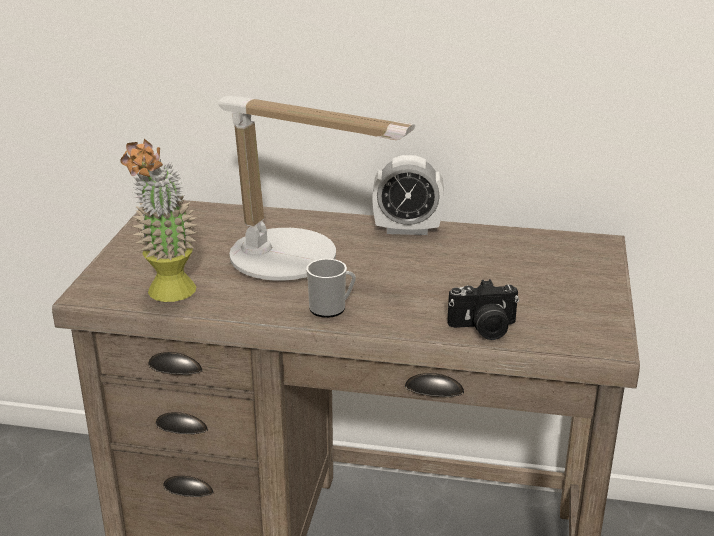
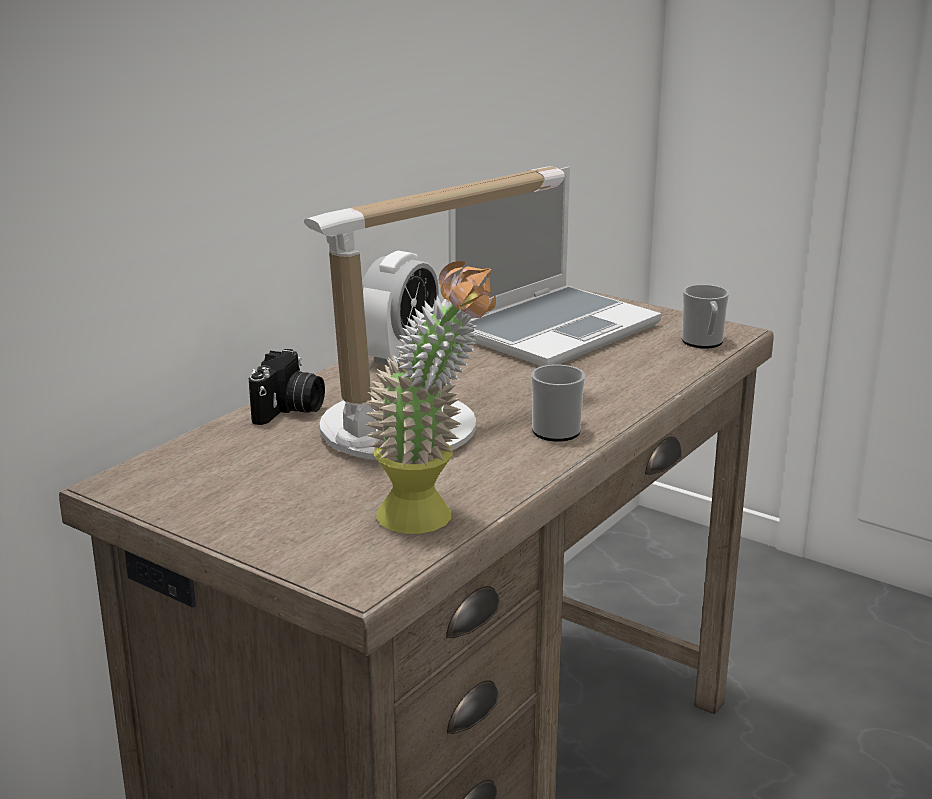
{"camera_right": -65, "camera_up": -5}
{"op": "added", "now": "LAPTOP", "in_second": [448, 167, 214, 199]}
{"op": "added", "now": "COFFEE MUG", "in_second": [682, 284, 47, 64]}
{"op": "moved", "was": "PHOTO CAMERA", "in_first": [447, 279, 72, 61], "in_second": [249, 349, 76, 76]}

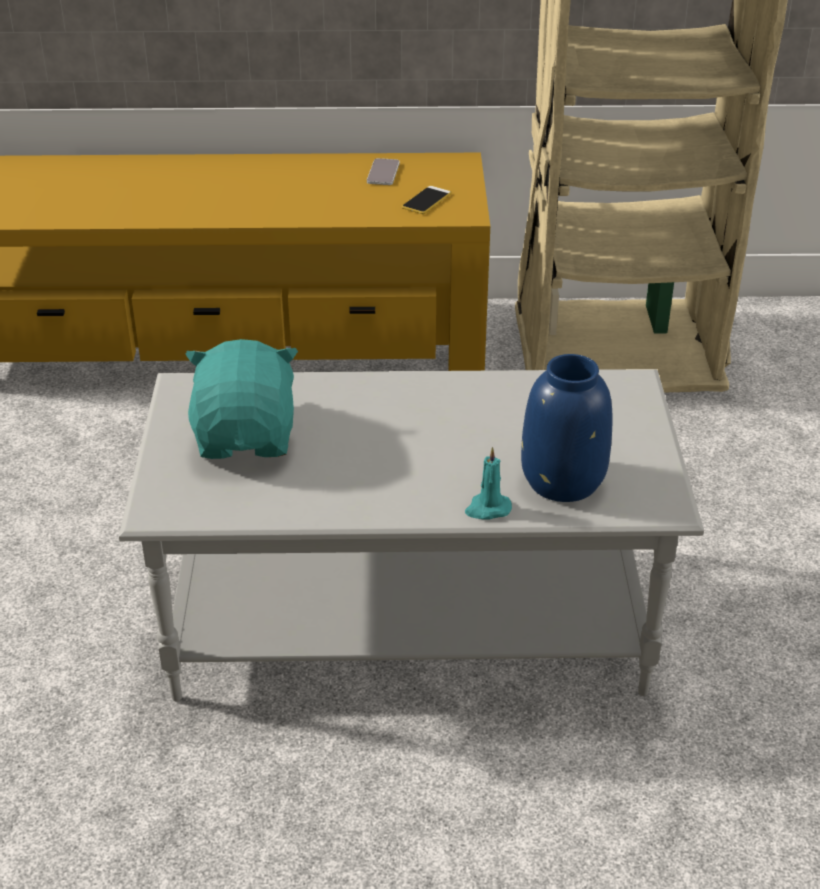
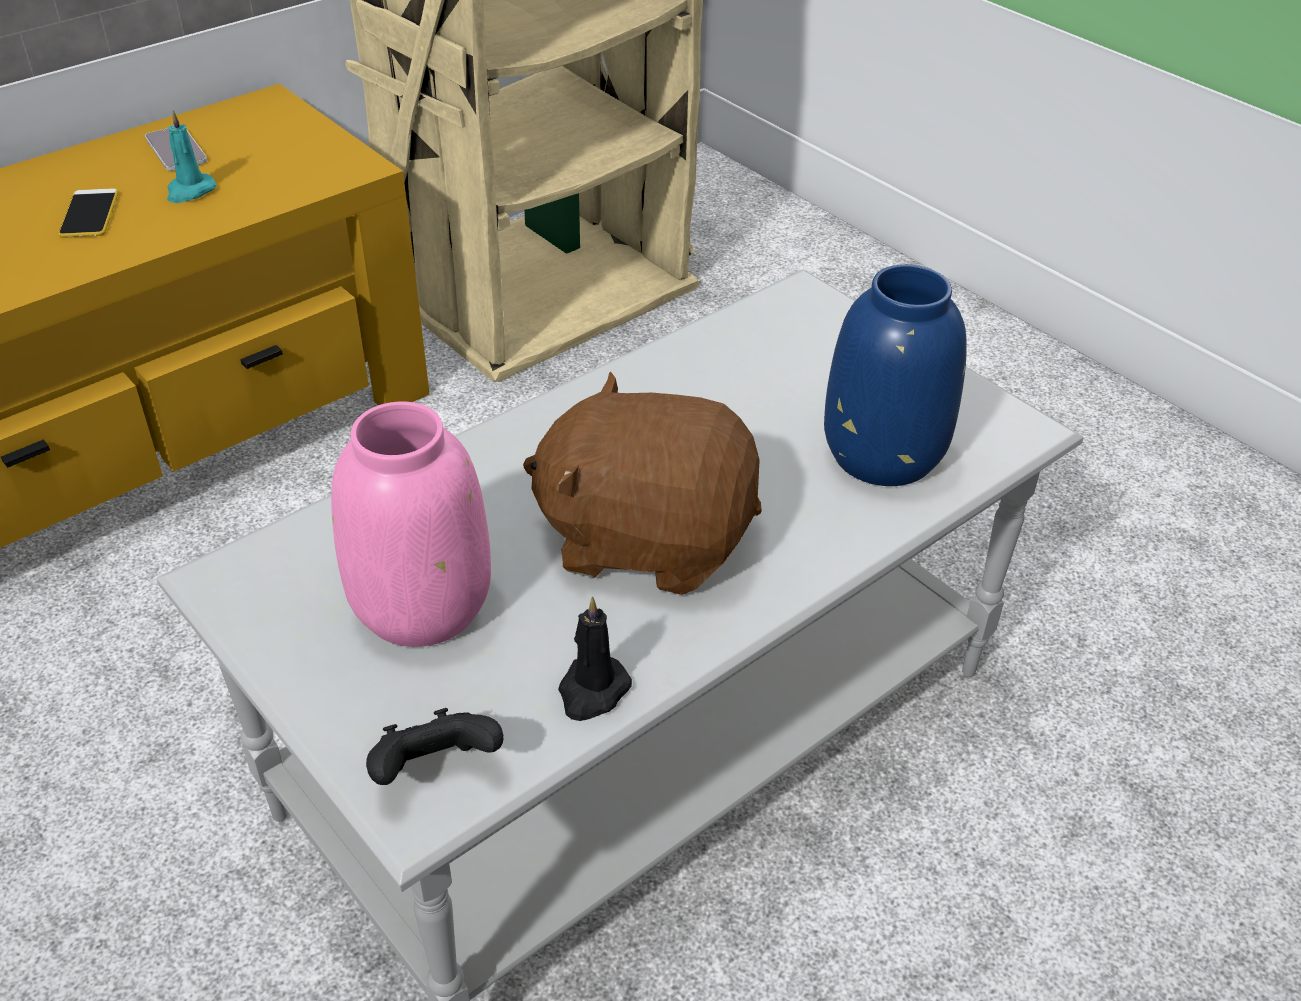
{"camera_right": -40, "camera_up": 5}
{"op": "added", "now": "BLACK-COLOURED GAME CONTROLLER", "in_second": [366, 708, 137, 77]}
{"op": "added", "now": "BROWNISH SOFT TOY", "in_second": [523, 372, 239, 223]}
{"op": "added", "now": "BLACK-COLOURED CANDLE", "in_second": [558, 596, 74, 125]}
{"op": "moved", "was": "PHONE", "in_first": [402, 186, 50, 28], "in_second": [58, 188, 61, 50]}
{"op": "moved", "was": "TURQUOISE-COLOURED CANDLE", "in_first": [465, 447, 47, 73], "in_second": [167, 109, 49, 94]}
{"op": "replaced", "was": "TURQUOISE-COLOURED SOFT TOY", "now": "PINK FLOWER VASE", "in_first": [185, 339, 113, 120], "in_second": [331, 401, 160, 246]}

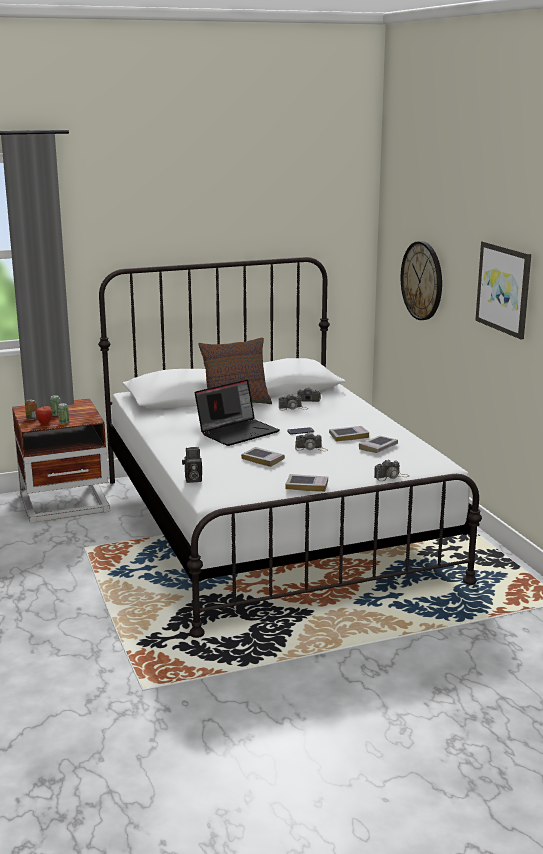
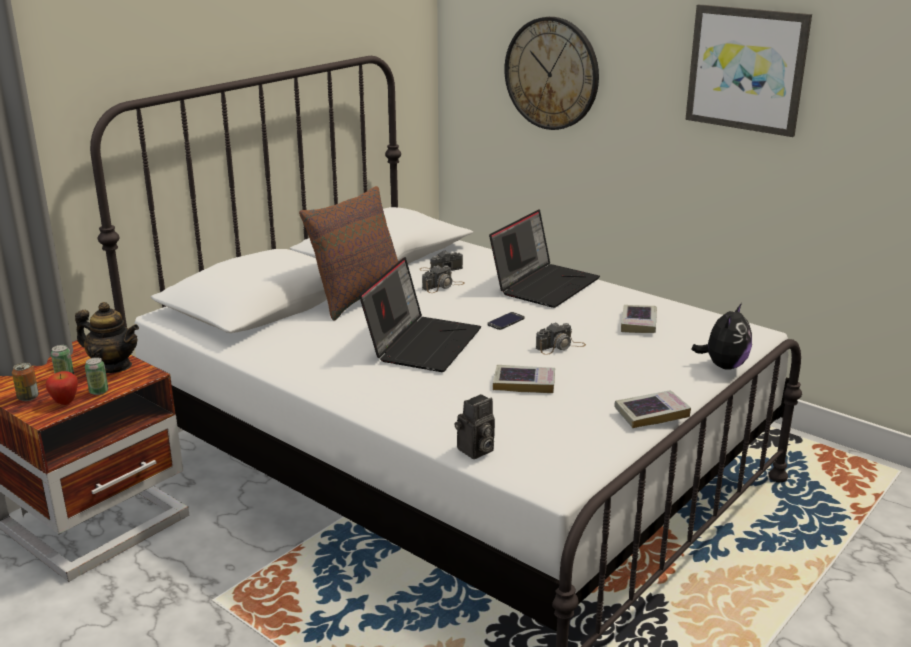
{"camera_right": -30, "camera_up": 5}
{"op": "removed", "was": "BOUND BOOK", "in_first": [329, 426, 40, 16]}
{"op": "added", "now": "TEA POT", "in_second": [75, 302, 64, 71]}
{"op": "added", "now": "LAPTOP", "in_second": [489, 209, 111, 99]}
{"op": "replaced", "was": "PHOTO CAMERA", "now": "SOFT TOY", "in_first": [374, 460, 35, 21], "in_second": [691, 303, 61, 67]}

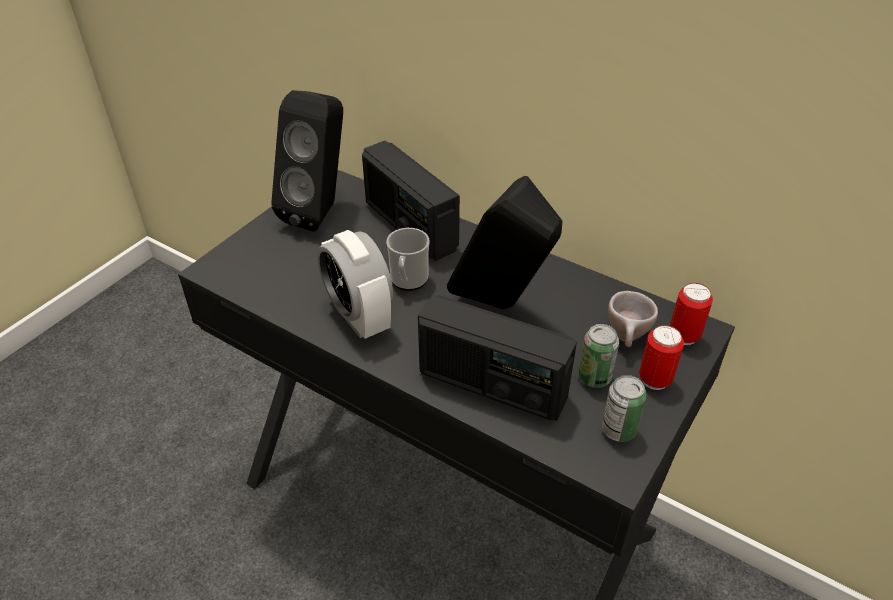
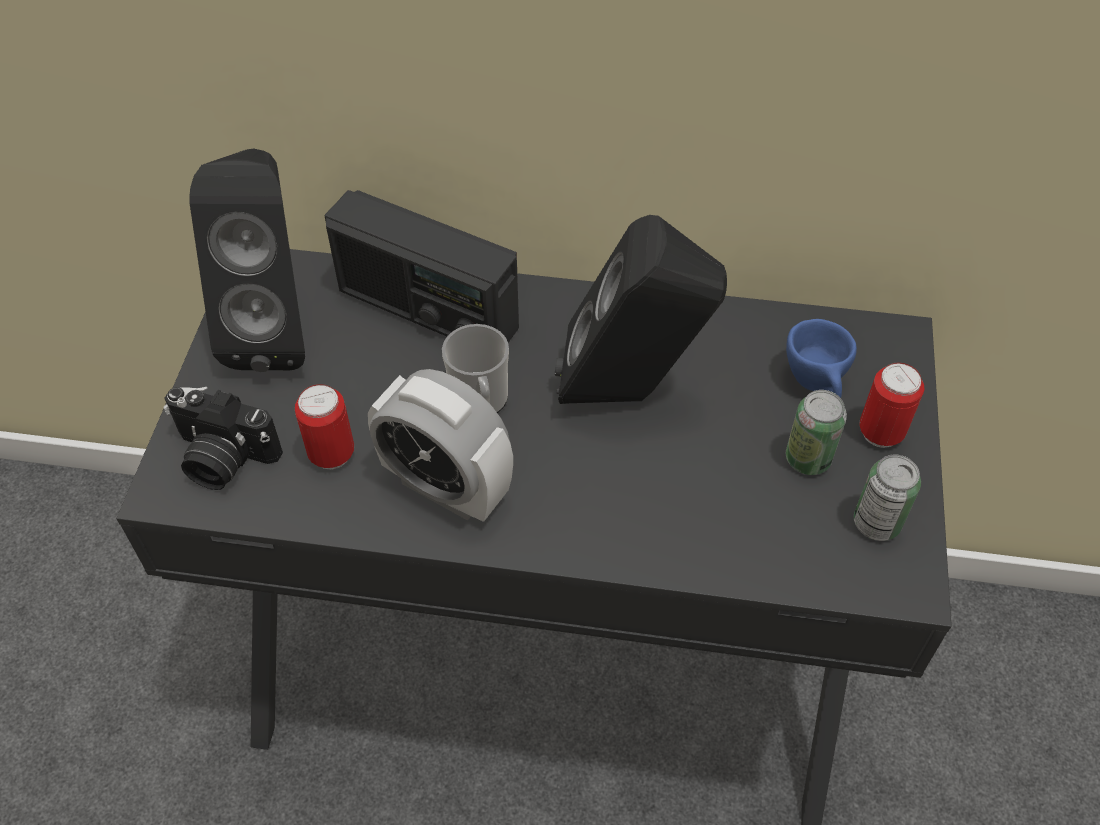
{"camera_right": -25, "camera_up": 10}
{"op": "removed", "was": "RADIO", "in_first": [418, 295, 159, 126]}
{"op": "added", "now": "PHOTO CAMERA", "in_second": [163, 387, 120, 103]}
{"op": "moved", "was": "SEALED CAN", "in_first": [670, 283, 43, 62], "in_second": [295, 384, 59, 86]}
{"op": "recoloured", "was": "SAND-COLOURED CUP", "now": "BLUE-COLOURED CUP", "in_first": [608, 291, 50, 56], "in_second": [786, 319, 71, 79]}

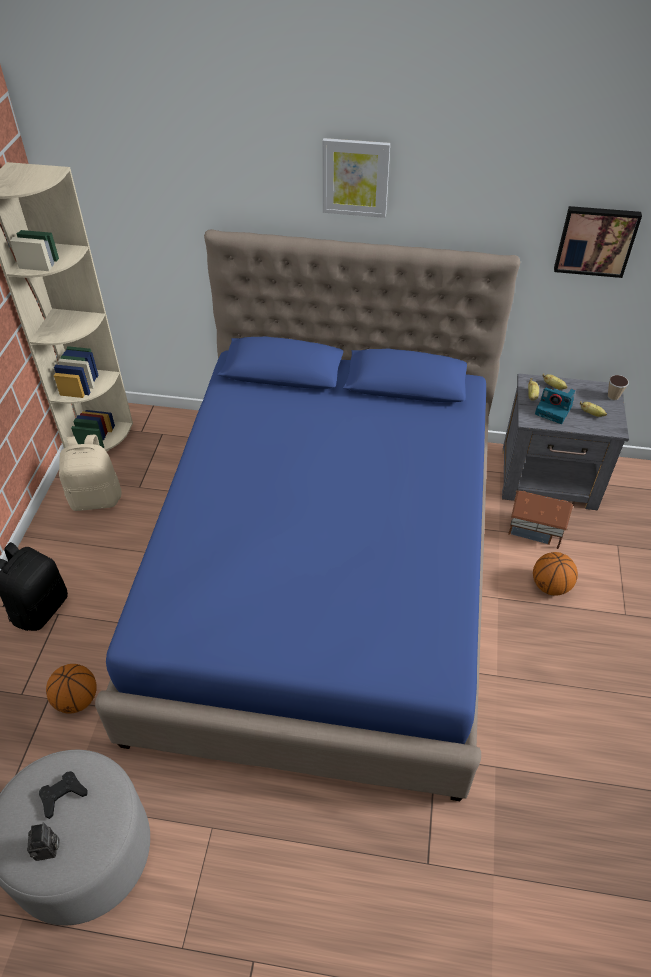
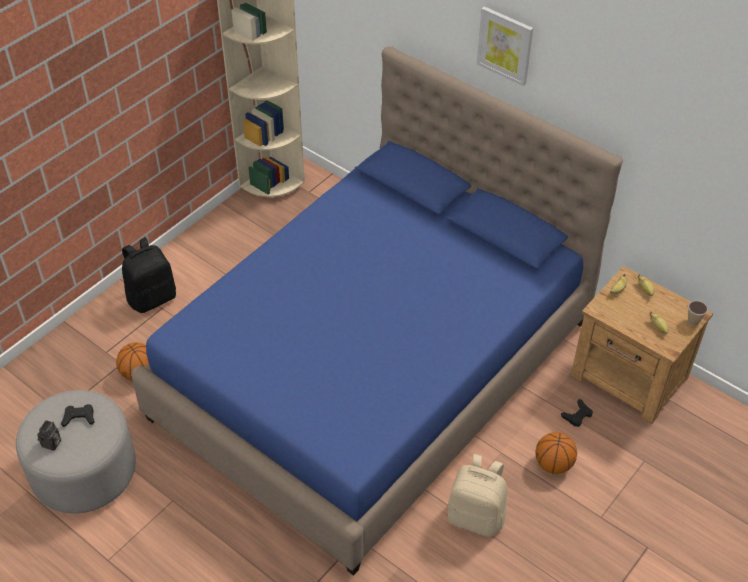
{"camera_right": 30, "camera_up": 0}
{"op": "removed", "was": "PHOTO CAMERA", "in_first": [535, 388, 40, 36]}
{"op": "removed", "was": "PICTURE", "in_first": [554, 206, 88, 72]}
{"op": "moved", "was": "SAND-COLOURED RUCKSACK", "in_first": [59, 435, 63, 76], "in_second": [448, 454, 59, 83]}
{"op": "replaced", "was": "MODEL HOUSE", "now": "BLACK-COLOURED GAME CONTROLLER", "in_first": [508, 490, 65, 59], "in_second": [561, 399, 32, 28]}
{"op": "recoloured", "was": "GRAY NIGHTSTAND", "now": "BROWNISH NIGHTSTAND", "in_first": [502, 373, 127, 137], "in_second": [571, 266, 142, 158]}

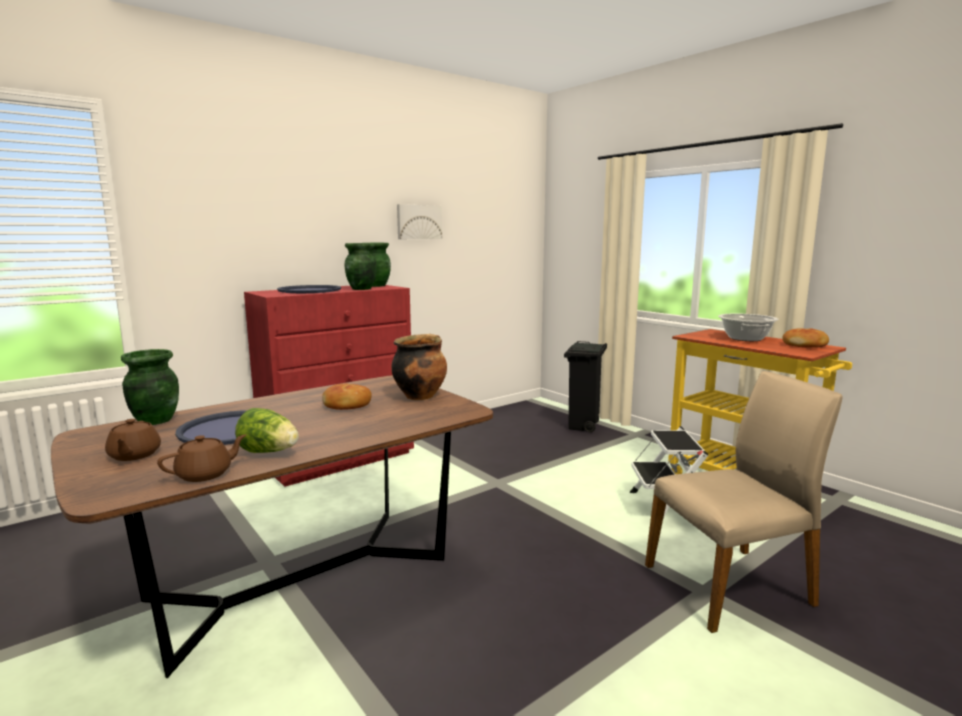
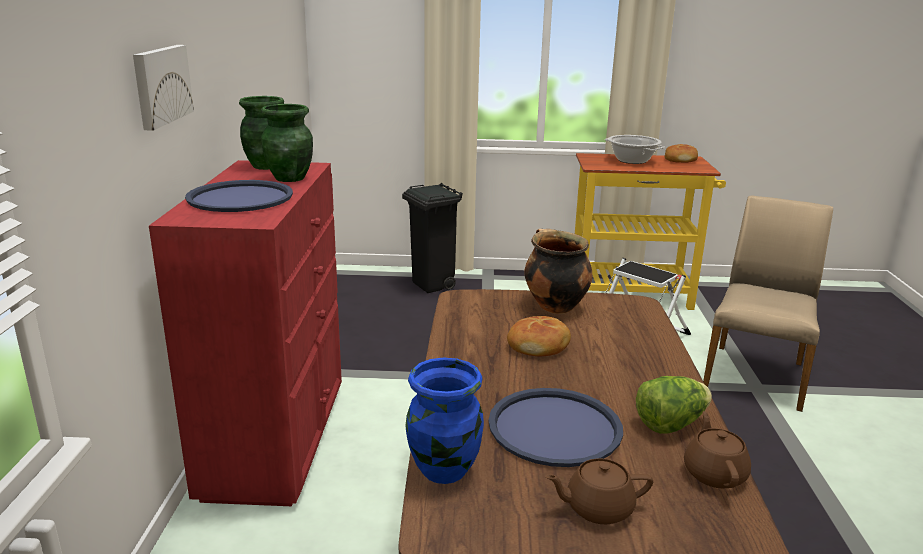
{"camera_right": -50, "camera_up": 10}
{"op": "moved", "was": "PICTURE", "in_first": [397, 204, 45, 35], "in_second": [133, 45, 61, 86]}
{"op": "recoloured", "was": "GREEN FLOWER VASE", "now": "BLUE-COLOURED FLOWER VASE", "in_first": [121, 349, 58, 76], "in_second": [405, 358, 79, 126]}
{"op": "turned", "was": "BROWNISH TEA POT", "in_first": [105, 419, 56, 42], "in_second": [545, 458, 108, 66], "clockwise": 150}

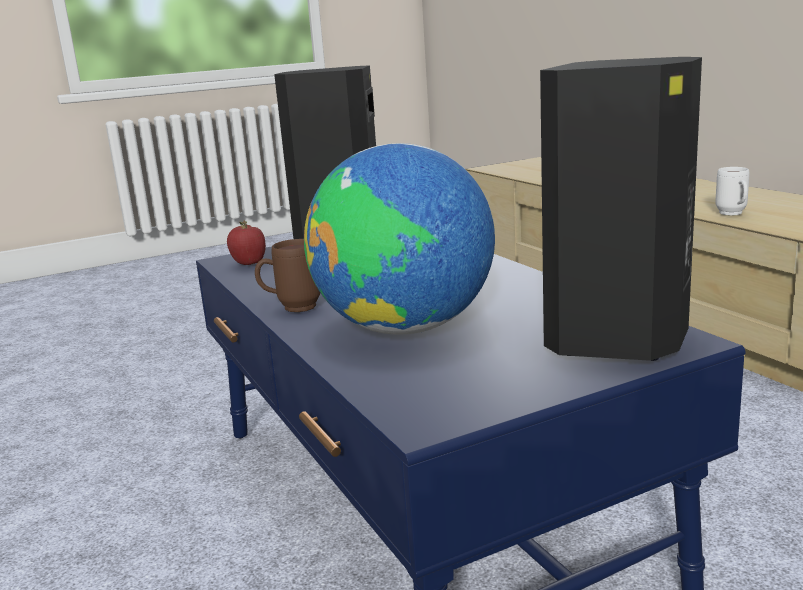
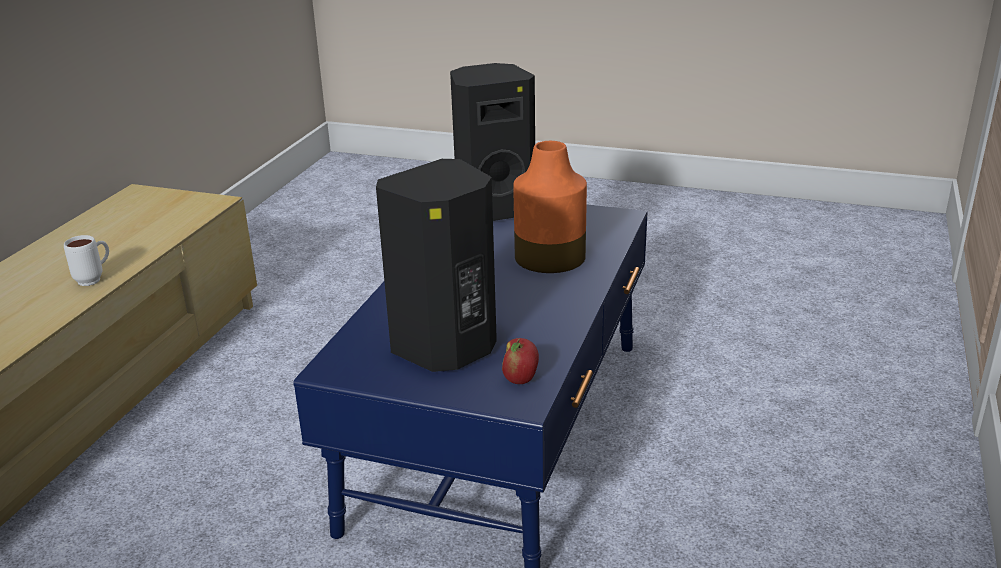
{"camera_right": -135, "camera_up": 10}
{"op": "removed", "was": "BROWNISH COFFEE MUG", "in_first": [255, 239, 65, 73]}
{"op": "replaced", "was": "GLOBE", "now": "ORANGE FLOWER VASE", "in_first": [304, 143, 191, 192], "in_second": [513, 141, 74, 132]}

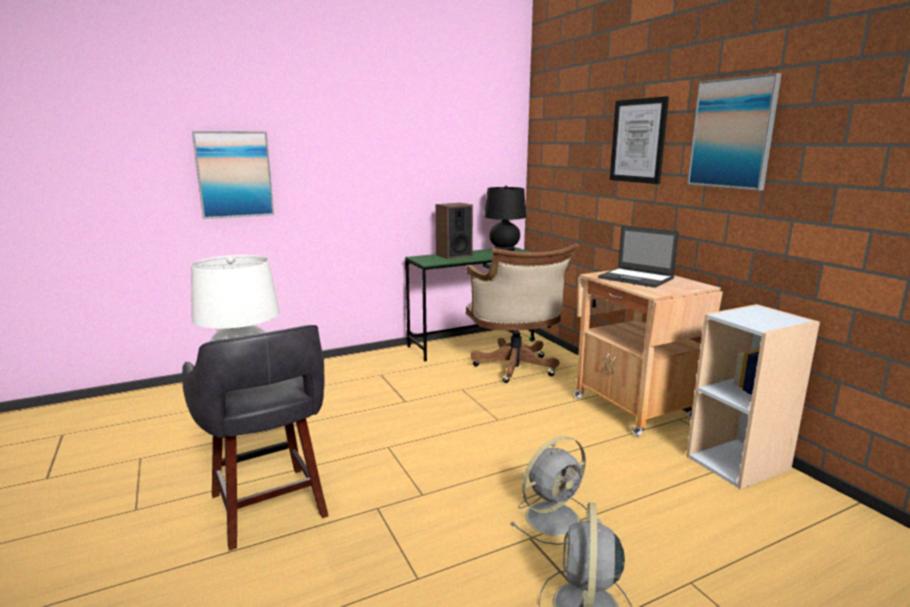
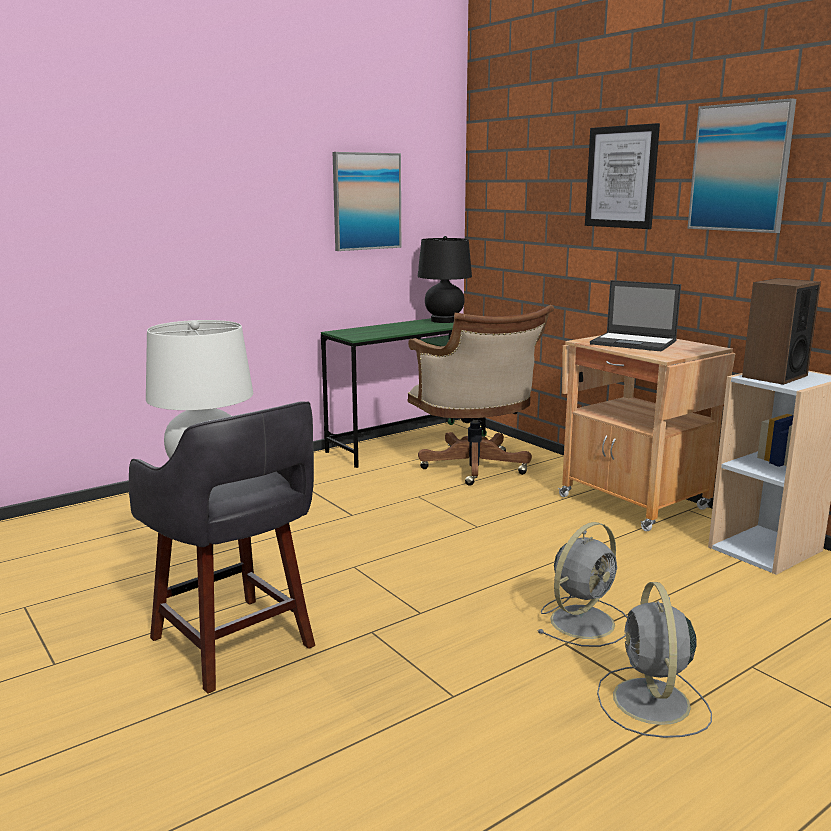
{"camera_right": -10, "camera_up": 0}
{"op": "moved", "was": "PICTURE", "in_first": [192, 131, 82, 88], "in_second": [333, 152, 68, 99]}
{"op": "moved", "was": "AUDIO SPEAKER", "in_first": [436, 203, 37, 56], "in_second": [742, 278, 79, 107]}

